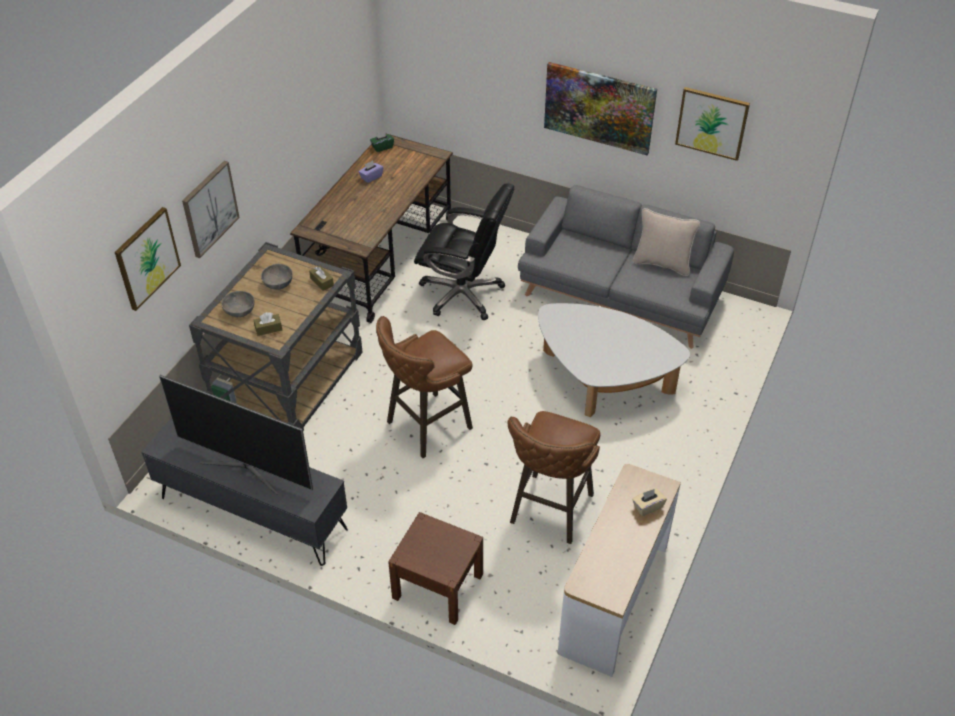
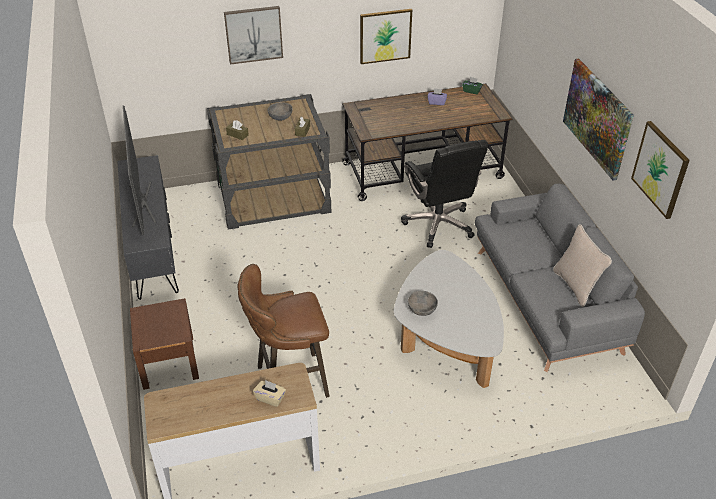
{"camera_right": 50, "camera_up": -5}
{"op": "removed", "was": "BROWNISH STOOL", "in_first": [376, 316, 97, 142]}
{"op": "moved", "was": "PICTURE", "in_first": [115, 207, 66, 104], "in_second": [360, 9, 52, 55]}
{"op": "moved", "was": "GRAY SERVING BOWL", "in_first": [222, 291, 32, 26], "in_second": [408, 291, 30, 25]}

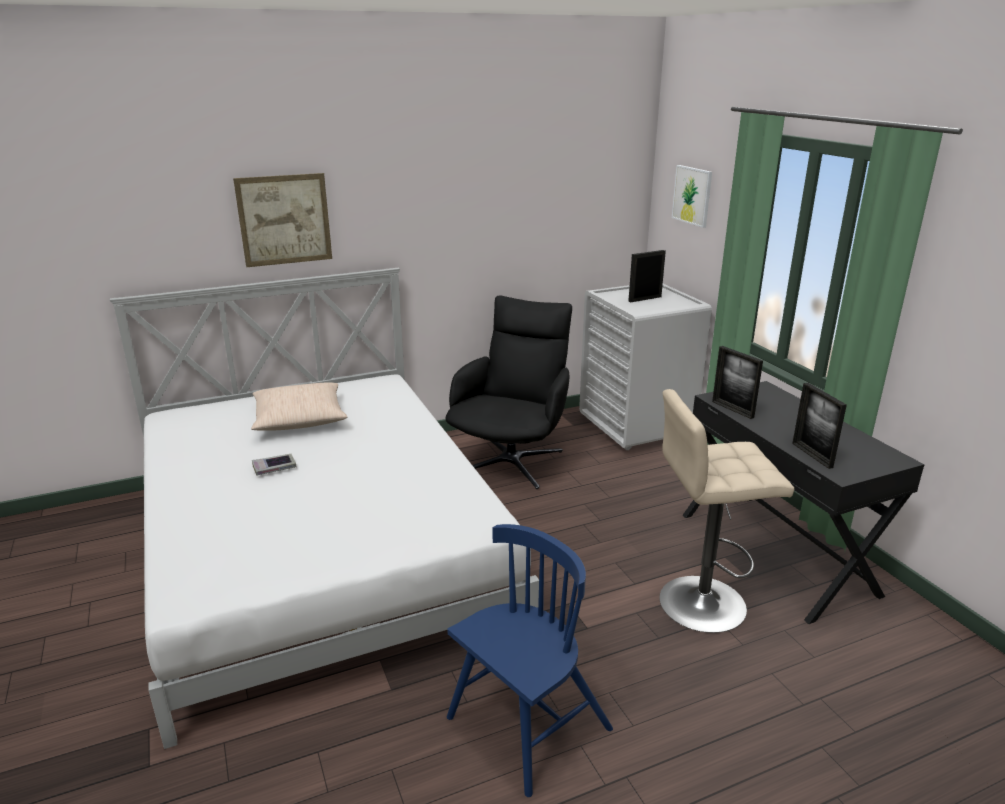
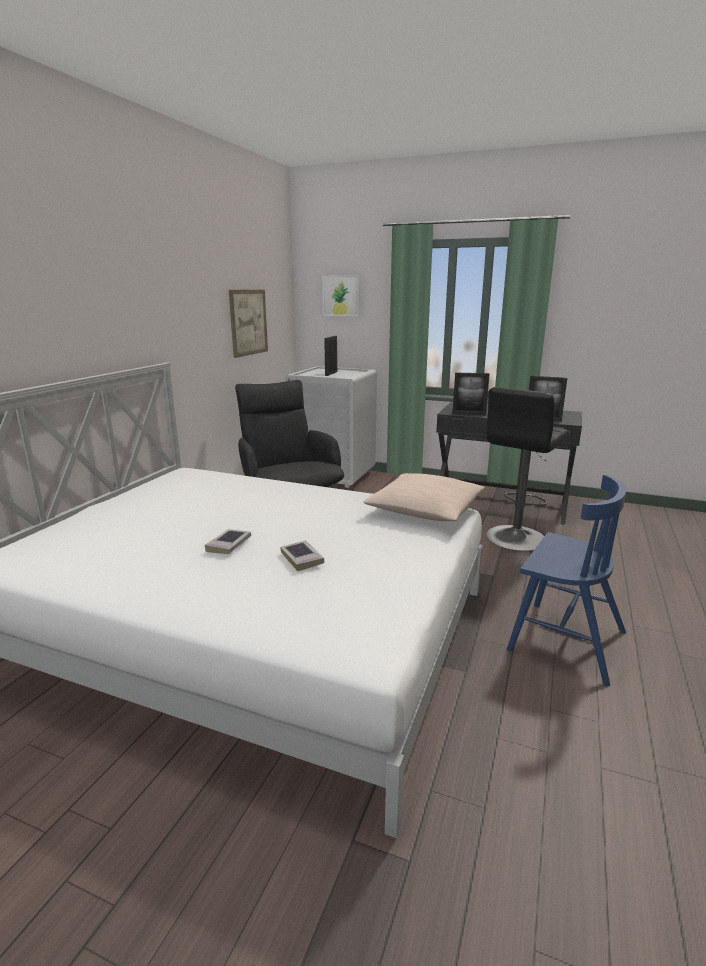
{"camera_right": -45, "camera_up": -5}
{"op": "added", "now": "BOUND BOOK", "in_second": [280, 540, 45, 31]}
{"op": "moved", "was": "PICTURE", "in_first": [233, 173, 99, 94], "in_second": [229, 290, 39, 68]}
{"op": "moved", "was": "SAND-COLOURED CUSHION", "in_first": [251, 382, 97, 49], "in_second": [363, 473, 122, 48]}
{"op": "recoloured", "was": "SAND-COLOURED STOOL", "now": "BLACK-COLOURED STOOL", "in_first": [659, 389, 135, 244], "in_second": [486, 387, 84, 164]}
{"op": "turned", "was": "BLUE-COLOURED UPRIGHT CHAIR", "in_first": [447, 524, 166, 273], "in_second": [507, 475, 119, 211], "clockwise": 120}

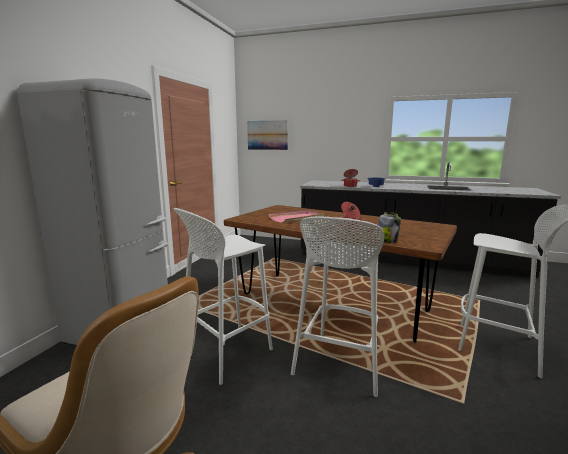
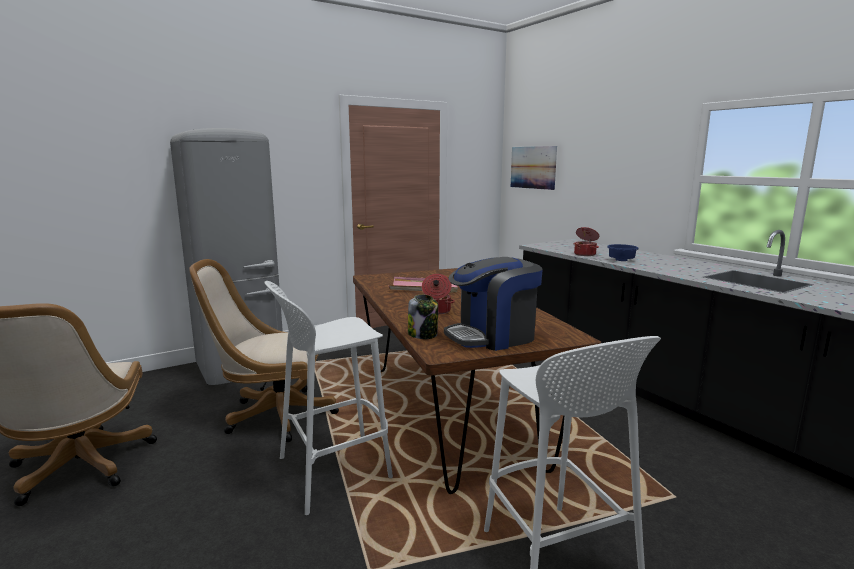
{"camera_right": 40, "camera_up": 0}
{"op": "added", "now": "COFFEE MAKER", "in_second": [444, 257, 99, 94]}
{"op": "replaced", "was": "WHITISH STOOL", "now": "COMPUTER CHAIR", "in_first": [173, 208, 100, 177], "in_second": [189, 259, 150, 183]}

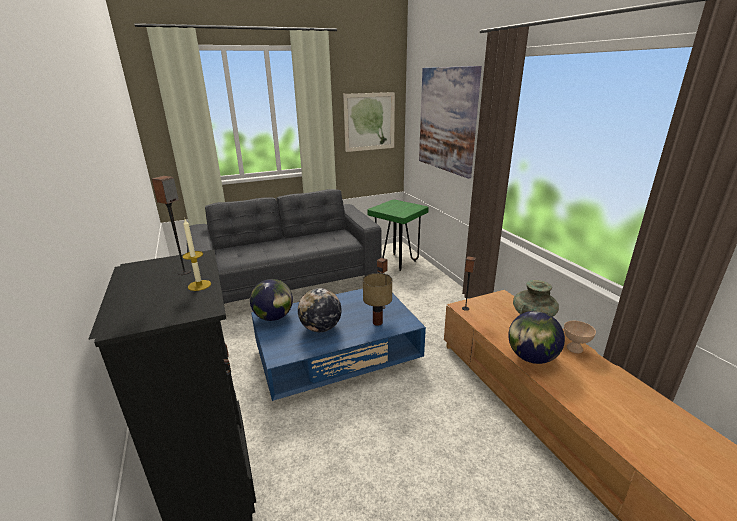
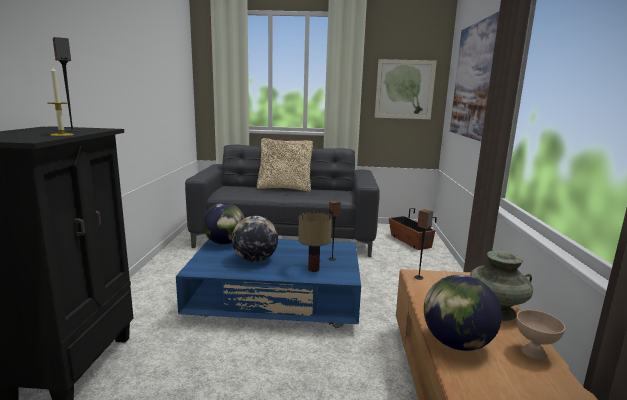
{"camera_right": 25, "camera_up": -10}
{"op": "added", "now": "SAND-COLOURED CUSHION", "in_second": [256, 138, 57, 53]}
{"op": "replaced", "was": "GREEN STOOL", "now": "PLANTER", "in_first": [367, 199, 62, 72], "in_second": [389, 208, 48, 42]}

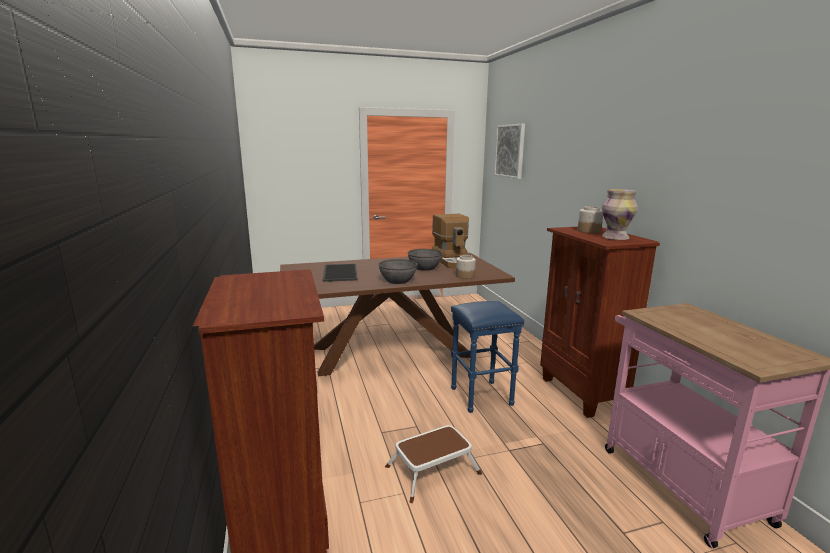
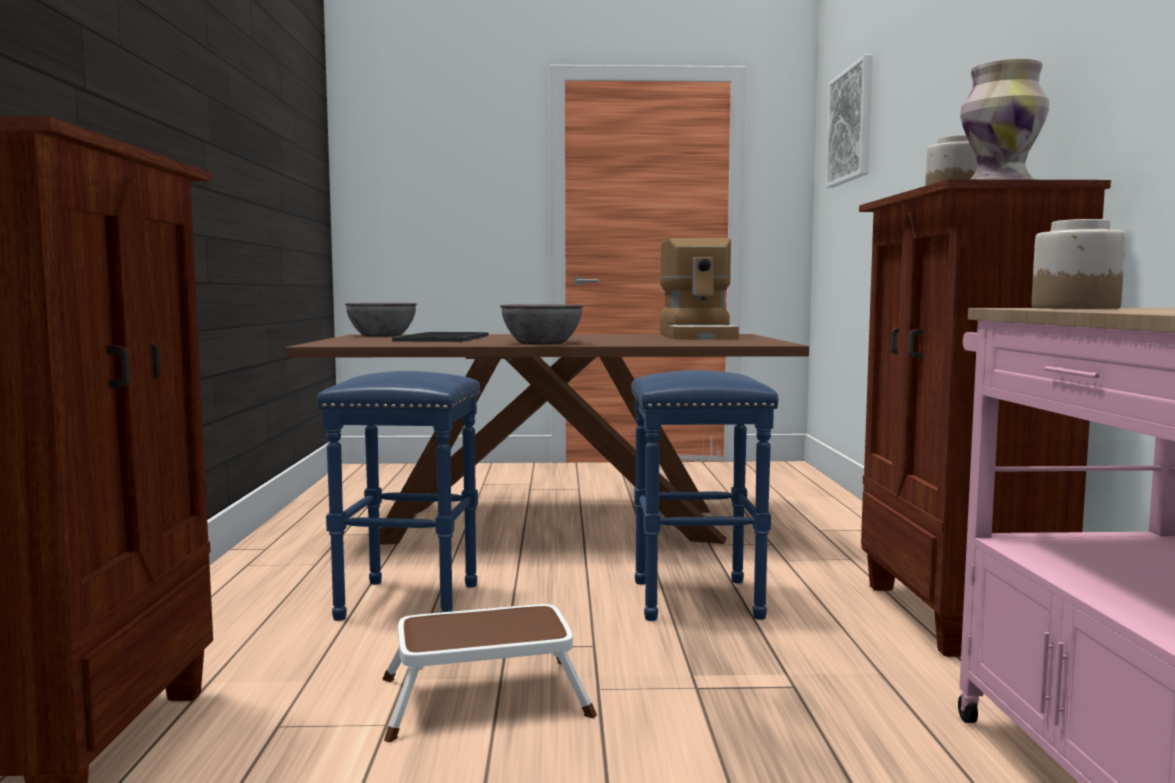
{"camera_right": 15, "camera_up": -10}
{"op": "added", "now": "BLUE-COLOURED STOOL", "in_second": [317, 371, 163, 250]}
{"op": "moved", "was": "GRAY SERVING BOWL", "in_first": [408, 249, 35, 22], "in_second": [345, 303, 72, 33]}
{"op": "moved", "was": "JAR", "in_first": [456, 255, 20, 24], "in_second": [1031, 219, 95, 90]}

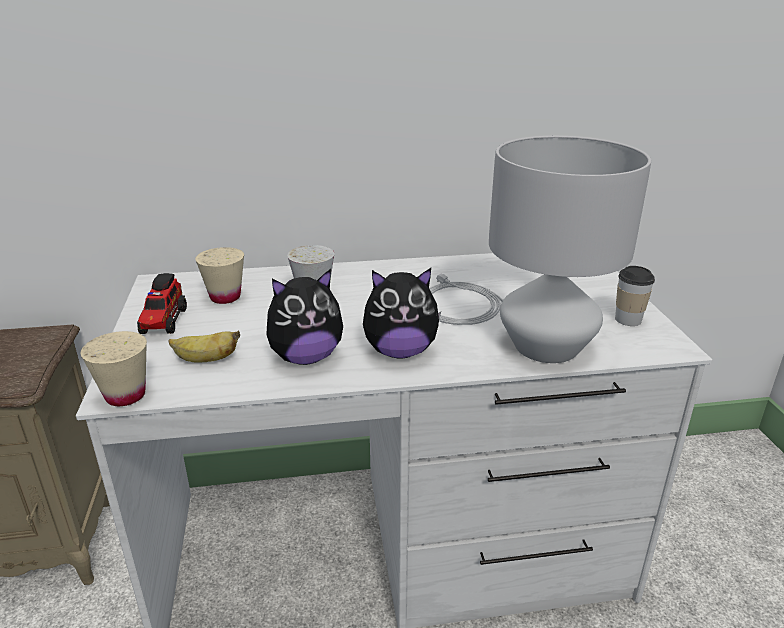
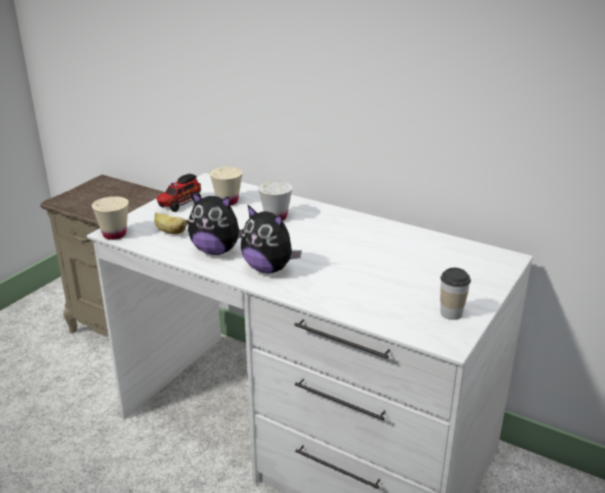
{"camera_right": 40, "camera_up": 0}
{"op": "removed", "was": "WHITISH TABLE LAMP", "in_first": [429, 136, 222, 227]}

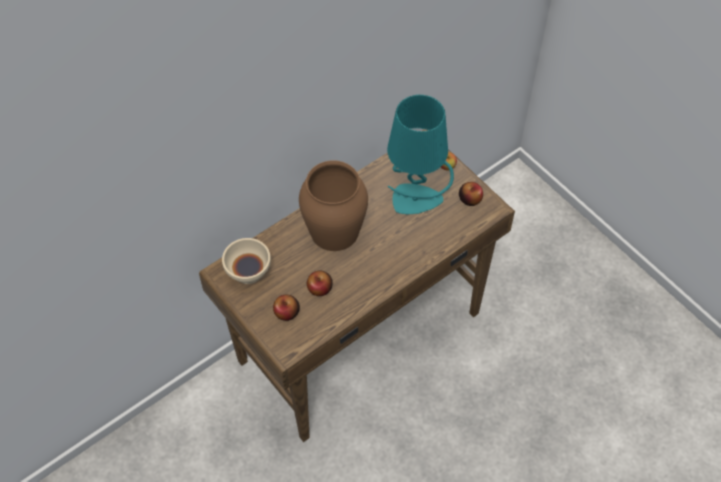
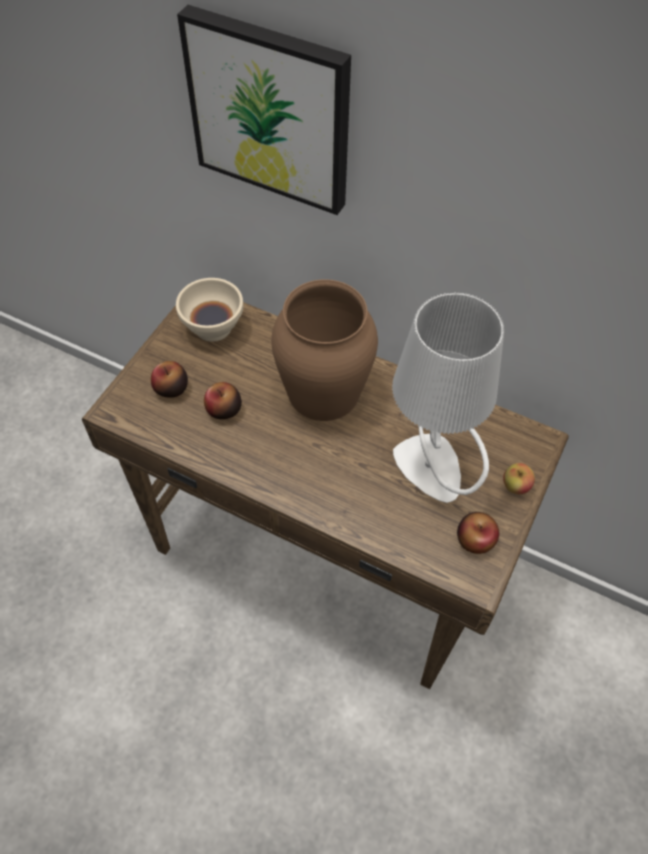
{"camera_right": 65, "camera_up": 0}
{"op": "added", "now": "PICTURE", "in_second": [177, 5, 174, 210]}
{"op": "recoloured", "was": "TURQUOISE-COLOURED TABLE LAMP", "now": "WHITISH TABLE LAMP", "in_first": [387, 95, 67, 120], "in_second": [392, 292, 112, 211]}

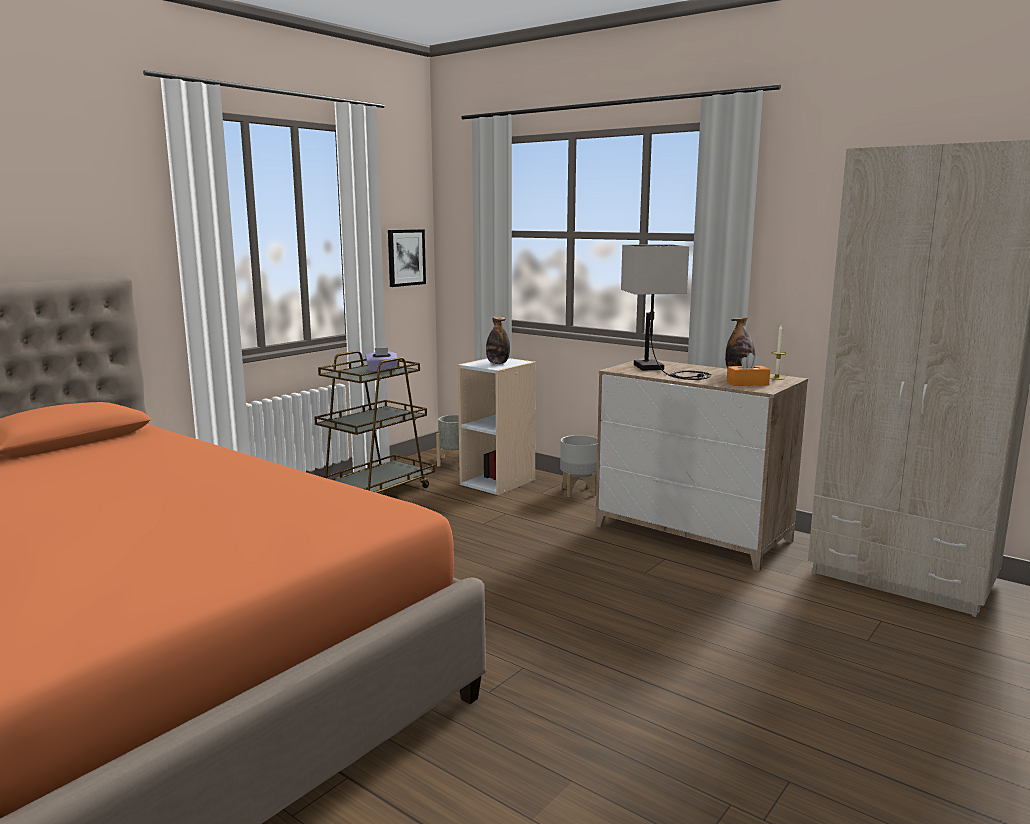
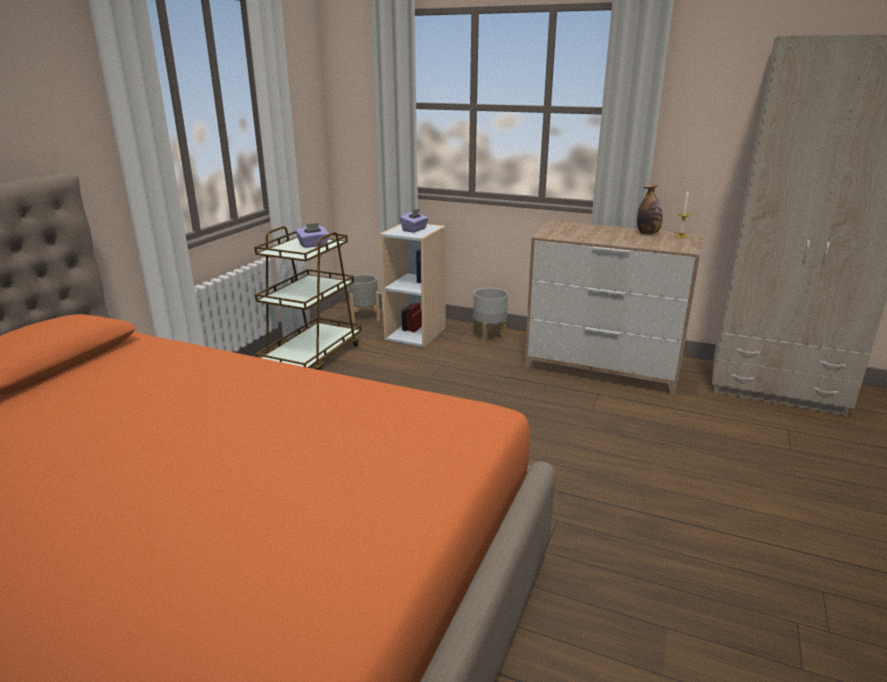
{"camera_right": -15, "camera_up": 10}
{"op": "removed", "was": "PICTURE", "in_first": [388, 229, 38, 58]}
{"op": "removed", "was": "TABLE LAMP", "in_first": [621, 244, 91, 136]}
{"op": "removed", "was": "ORANGE TISSUE BOX", "in_first": [727, 353, 43, 33]}
{"op": "replaced", "was": "BEVERAGE BOTTLE", "now": "PURPLE-COLOURED TISSUE BOX", "in_first": [486, 316, 24, 48], "in_second": [400, 209, 29, 24]}

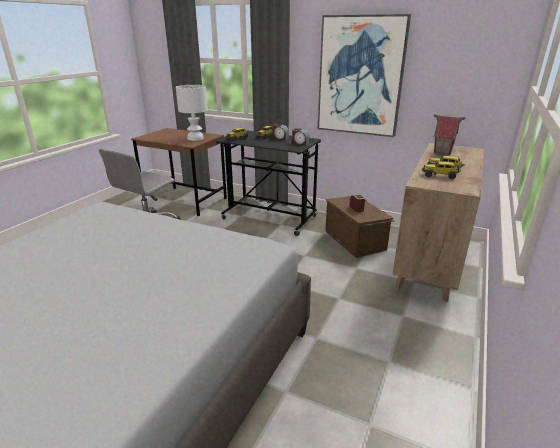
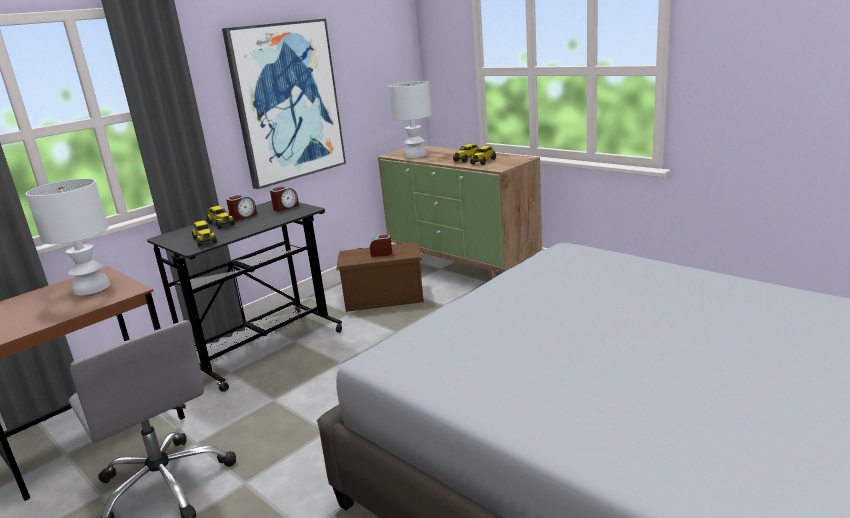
{"camera_right": -70, "camera_up": -5}
{"op": "replaced", "was": "MODEL HOUSE", "now": "WHITISH TABLE LAMP", "in_first": [434, 115, 32, 40], "in_second": [388, 81, 44, 77]}

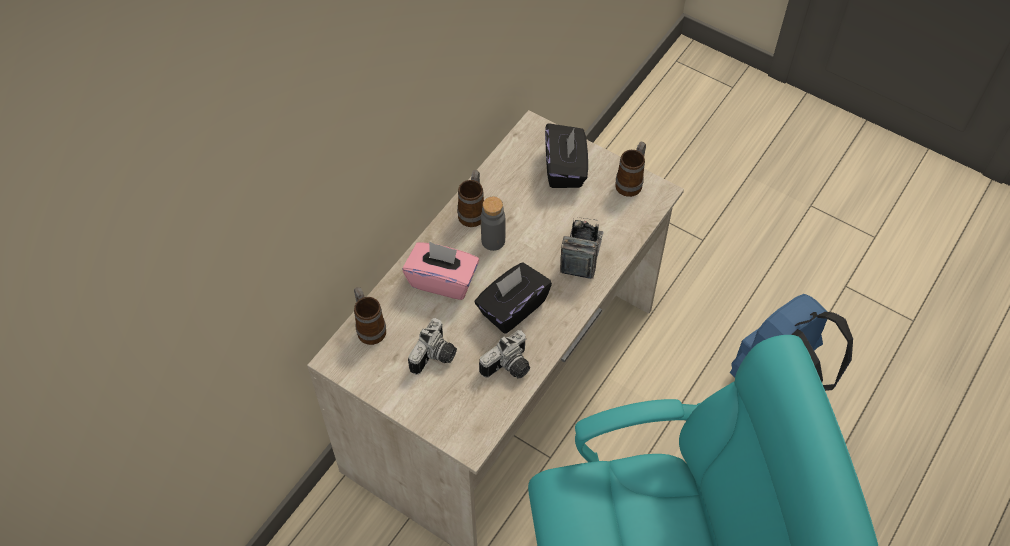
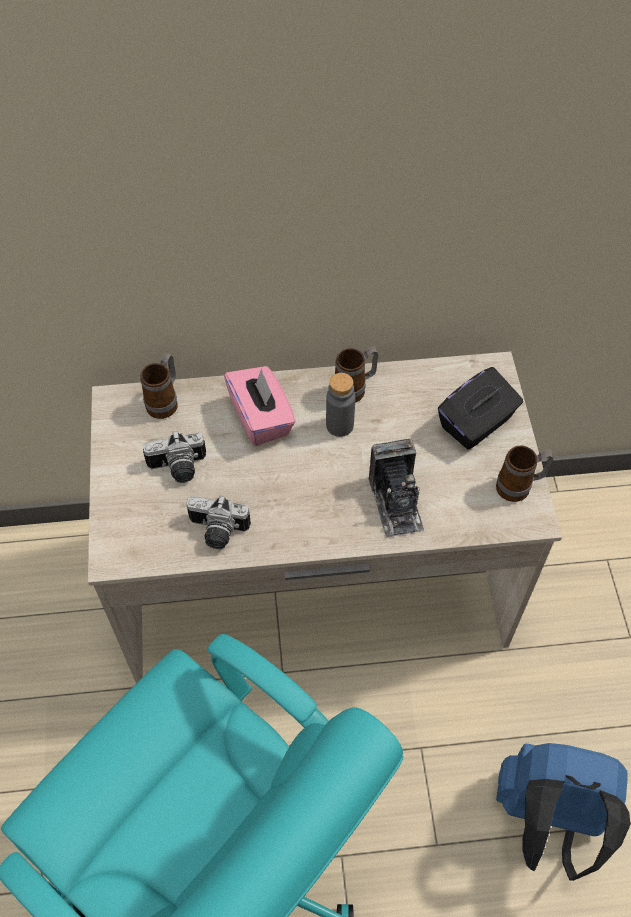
{"camera_right": 50, "camera_up": 0}
{"op": "removed", "was": "BLACK-COLOURED TISSUE BOX", "in_first": [475, 262, 77, 72]}
{"op": "turned", "was": "PHOTO CAMERA", "in_first": [560, 217, 44, 62], "in_second": [369, 439, 55, 99], "clockwise": 105}

